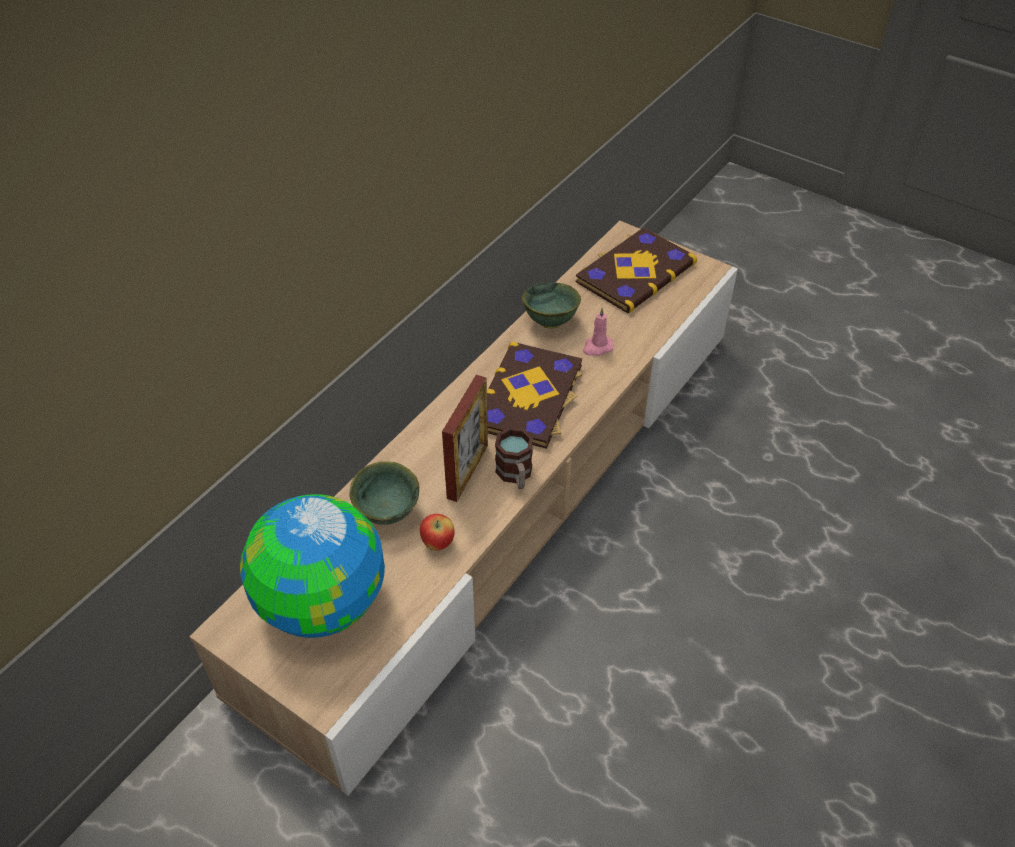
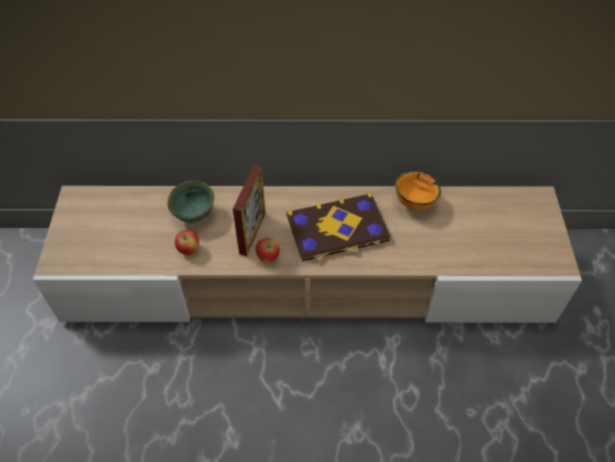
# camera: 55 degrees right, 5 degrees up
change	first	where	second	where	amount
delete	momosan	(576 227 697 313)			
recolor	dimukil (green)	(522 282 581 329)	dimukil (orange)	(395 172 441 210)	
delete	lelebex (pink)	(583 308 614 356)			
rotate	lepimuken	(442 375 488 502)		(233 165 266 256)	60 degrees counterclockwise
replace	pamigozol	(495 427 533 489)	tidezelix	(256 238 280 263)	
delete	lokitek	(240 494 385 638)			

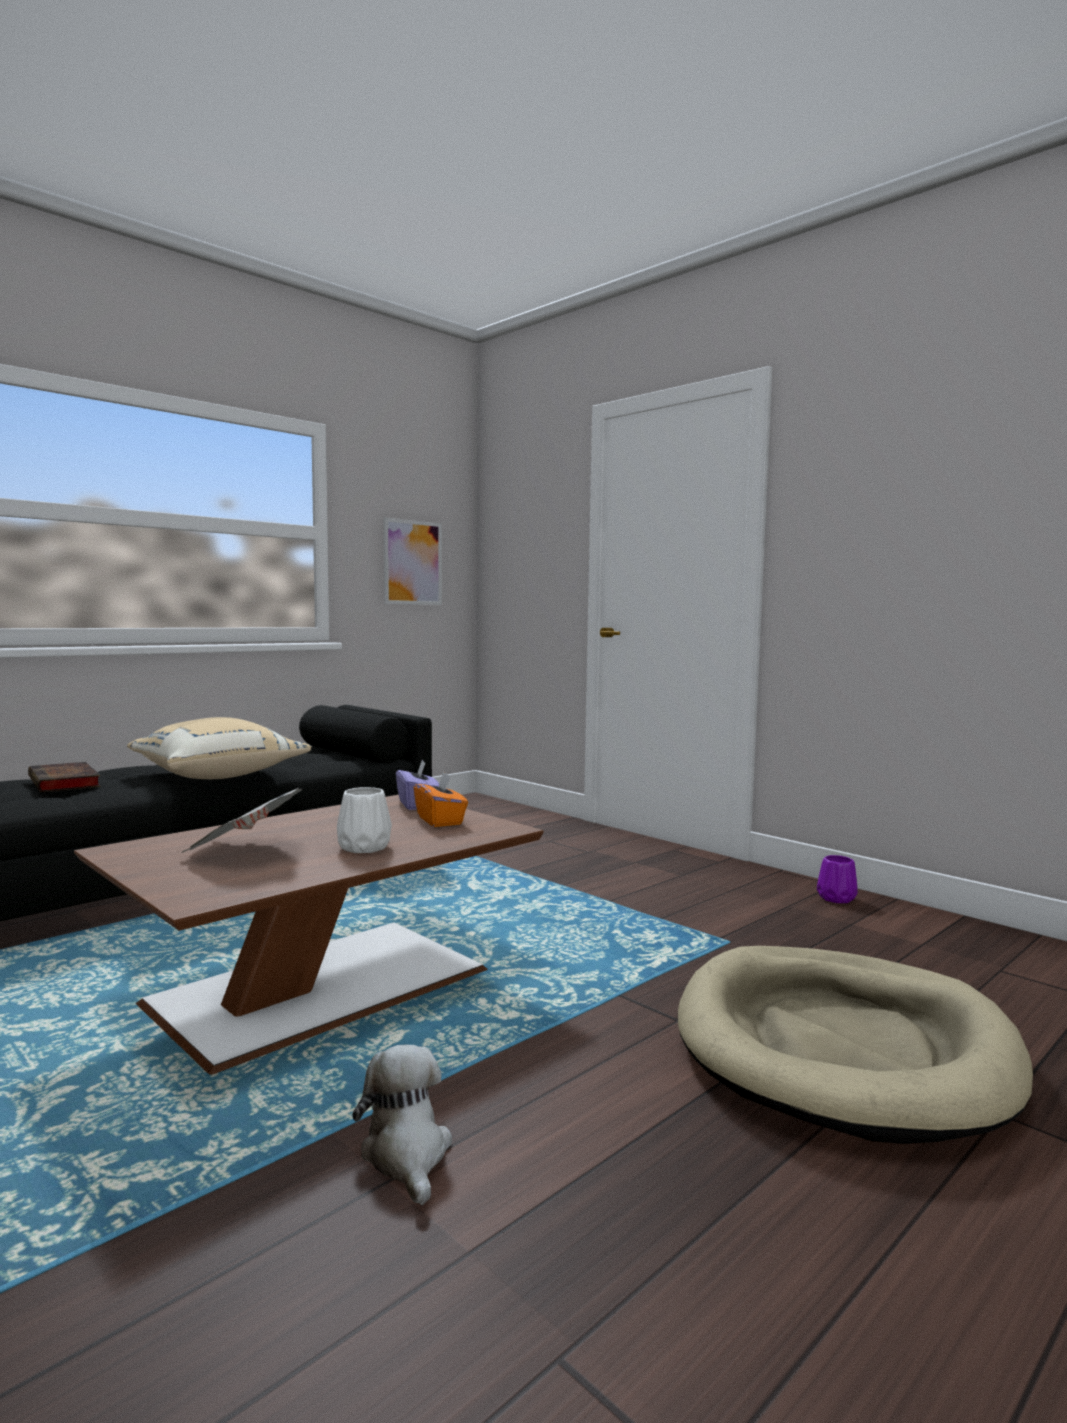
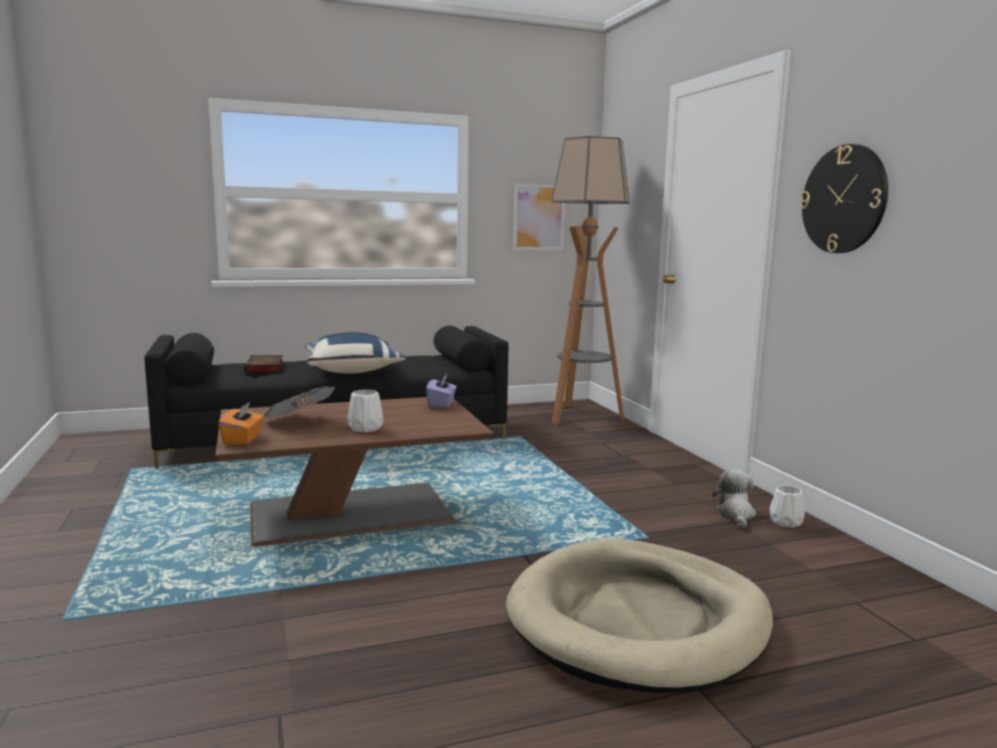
# camera: 25 degrees right, 5 degrees up
change	first	where	second	where	amount
recolor	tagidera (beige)	(127 717 311 779)	tagidera (blue)	(305 332 406 374)	
move	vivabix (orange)	(414 771 468 827)		(218 401 264 445)	
recolor	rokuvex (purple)	(817 855 858 903)	rokuvex (white)	(770 486 805 528)	
move	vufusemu	(352 1045 452 1205)		(712 470 756 528)	
insert			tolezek	(551 136 630 425)	
insert			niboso	(800 144 888 253)	

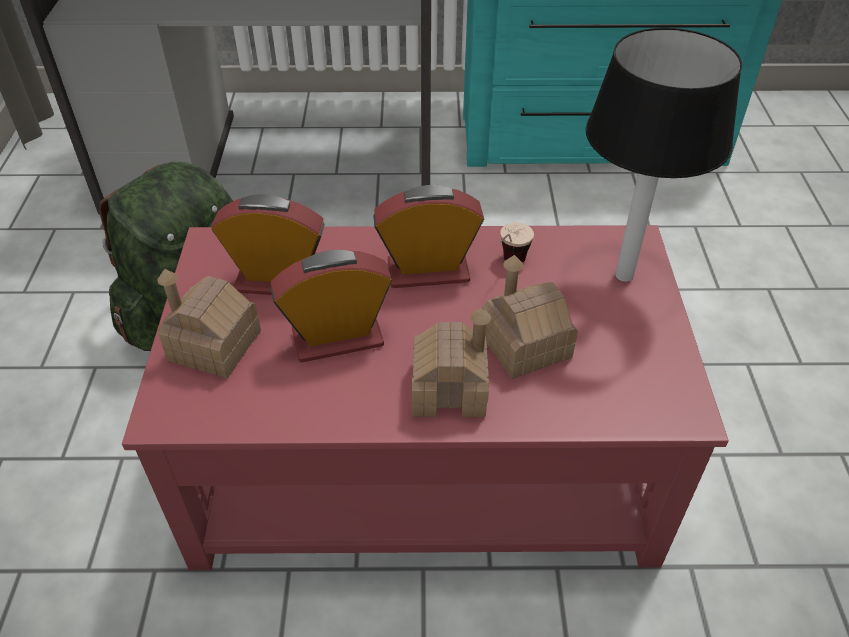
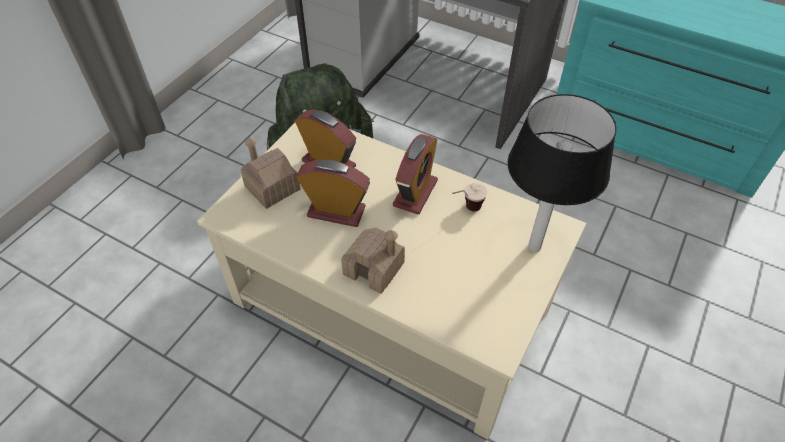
# camera: 30 degrees right, 5 degrees up
change	first	where	second	where	amount
rotate	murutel	(373 185 484 288)		(393 134 438 214)	90 degrees clockwise
recolor	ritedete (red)	(122 225 729 570)	ritedete (beige)	(197 123 586 440)	
delete	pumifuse	(482 255 578 379)			

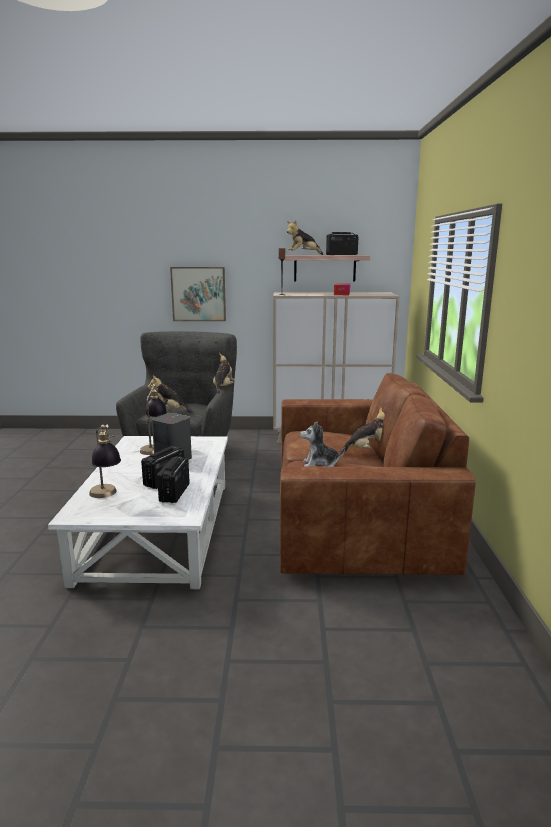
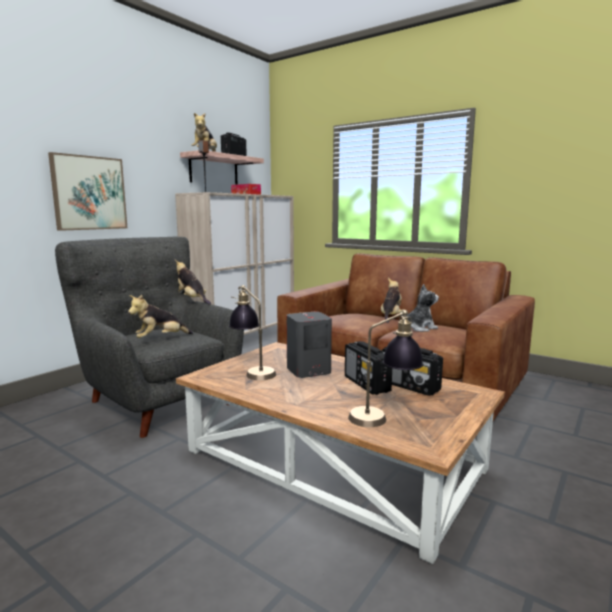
# camera: 55 degrees left, 5 degrees down
change	first	where	second	where	amount
rotate	vufusemu	(300 421 345 467)		(402 284 439 332)	150 degrees counterclockwise
recolor	ritedete (white)	(48 436 228 589)	ritedete (brown)	(176 342 505 564)	

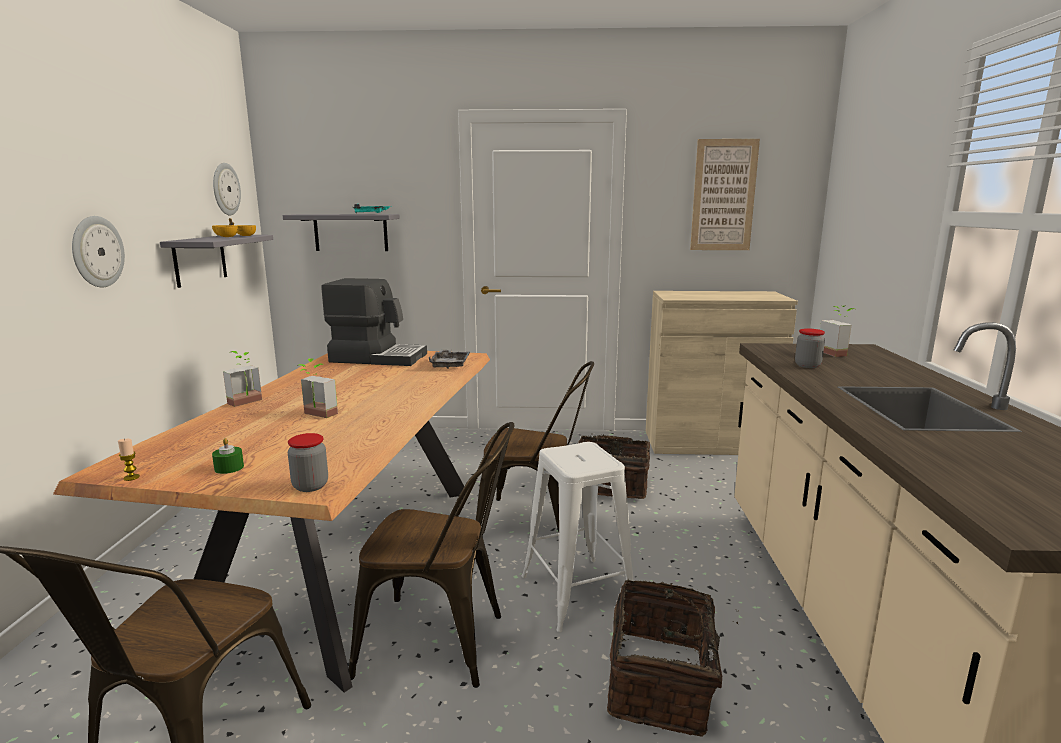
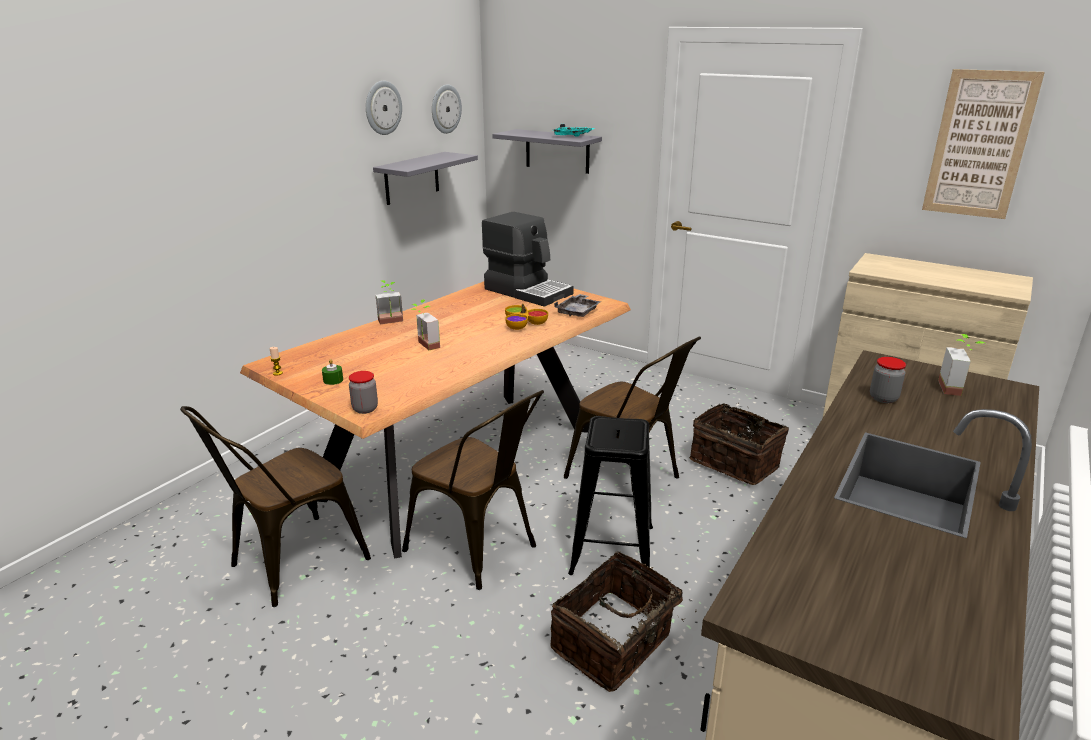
# camera: 30 degrees right, 10 degrees up
change	first	where	second	where	amount
move	niboso	(72 216 125 287)		(366 81 402 135)	
move	dimukil	(212 218 256 237)		(505 304 548 330)	
recolor	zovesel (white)	(522 442 634 632)	zovesel (black)	(568 416 653 575)	

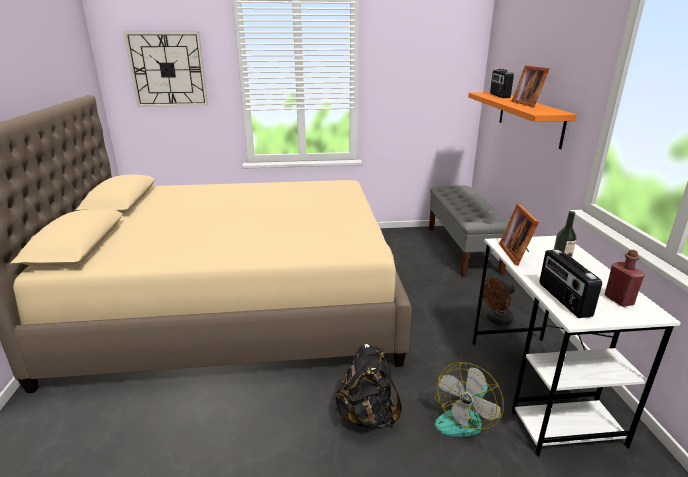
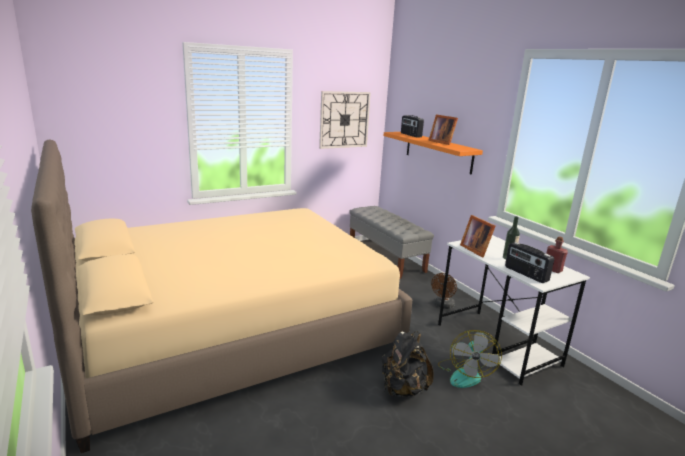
# camera: 25 degrees left, 5 degrees down
change	first	where	second	where	amount
move	niboso	(124 32 208 107)		(319 91 371 149)	

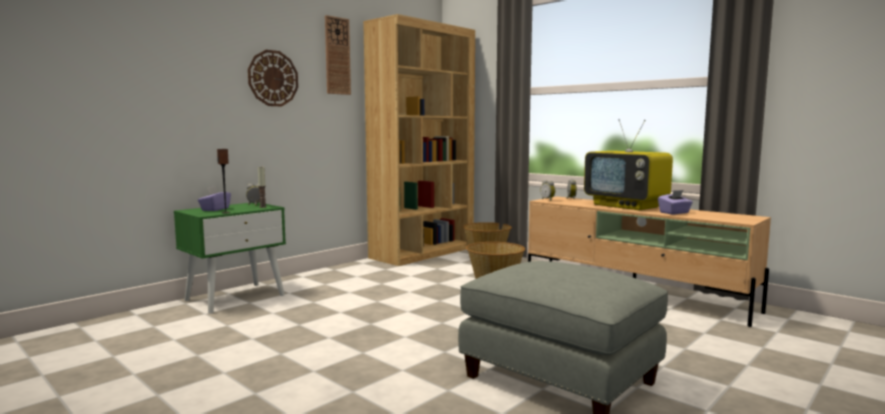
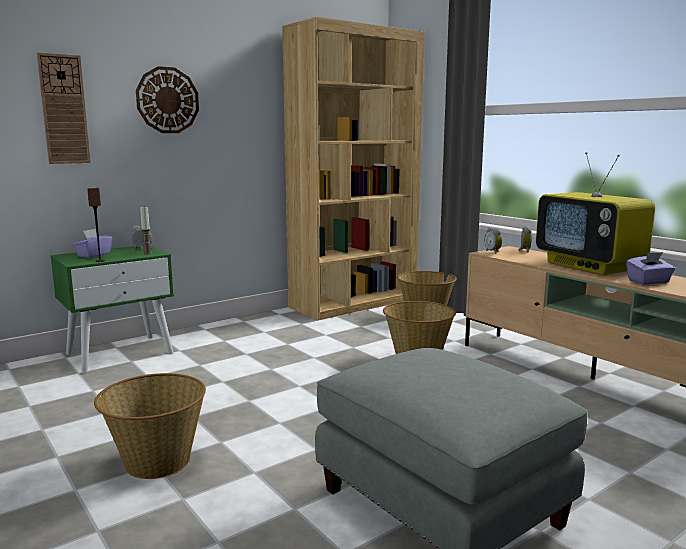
# camera: 10 degrees right, 5 degrees up
change	first	where	second	where	amount
move	niboso	(325 15 351 95)		(37 52 91 164)	
insert			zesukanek	(94 373 206 479)	

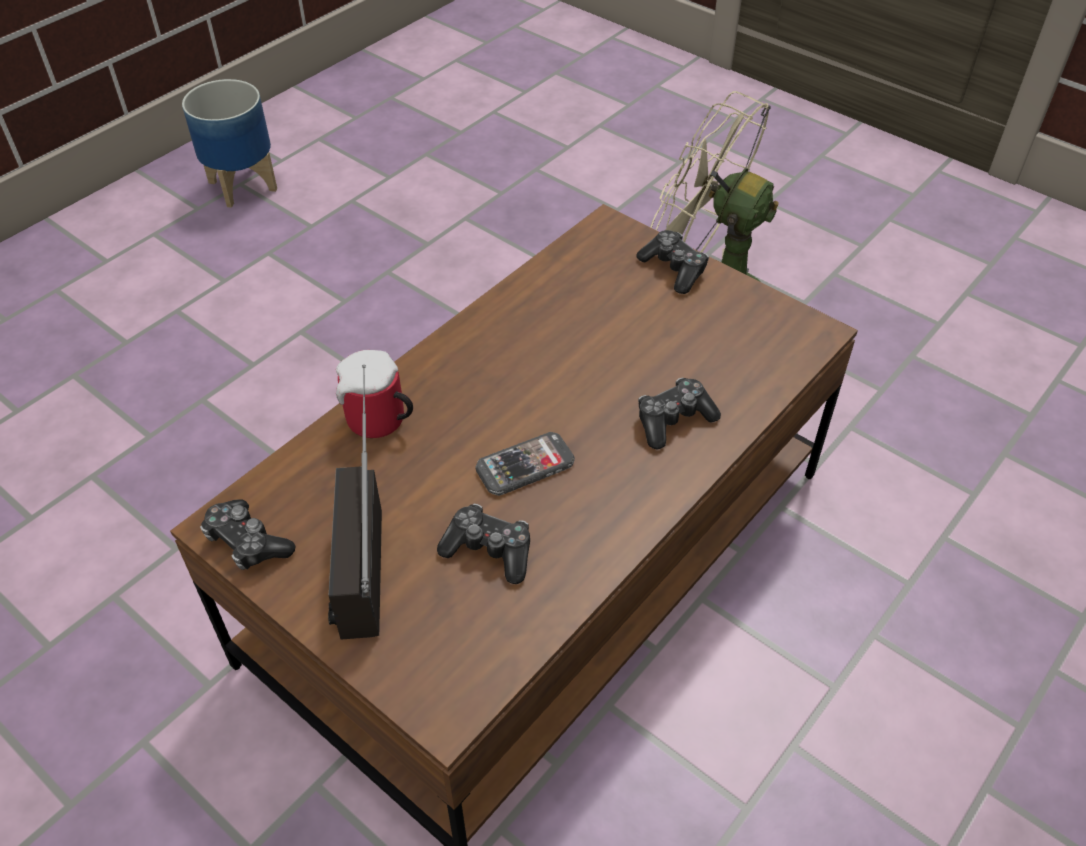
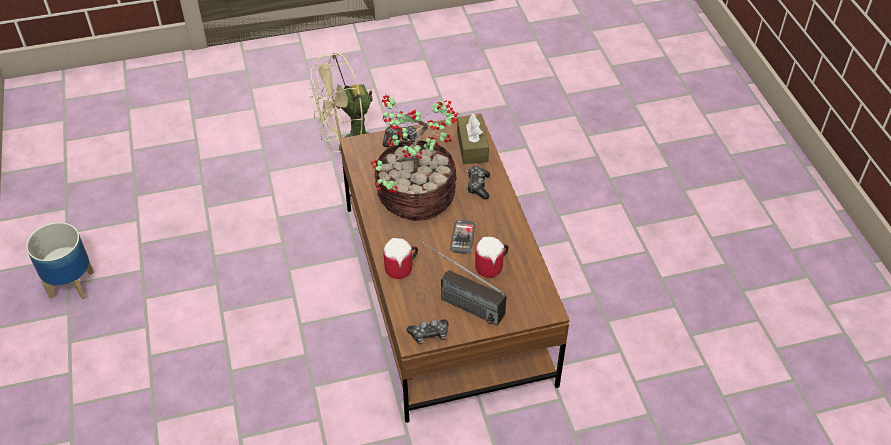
# camera: 55 degrees left, 0 degrees up
change	first	where	second	where	amount
replace	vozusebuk	(437 504 530 584)	pamigozol	(475 237 509 278)	
insert			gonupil	(370 95 459 221)	
insert			vivabix (brown)	(457 113 489 164)	

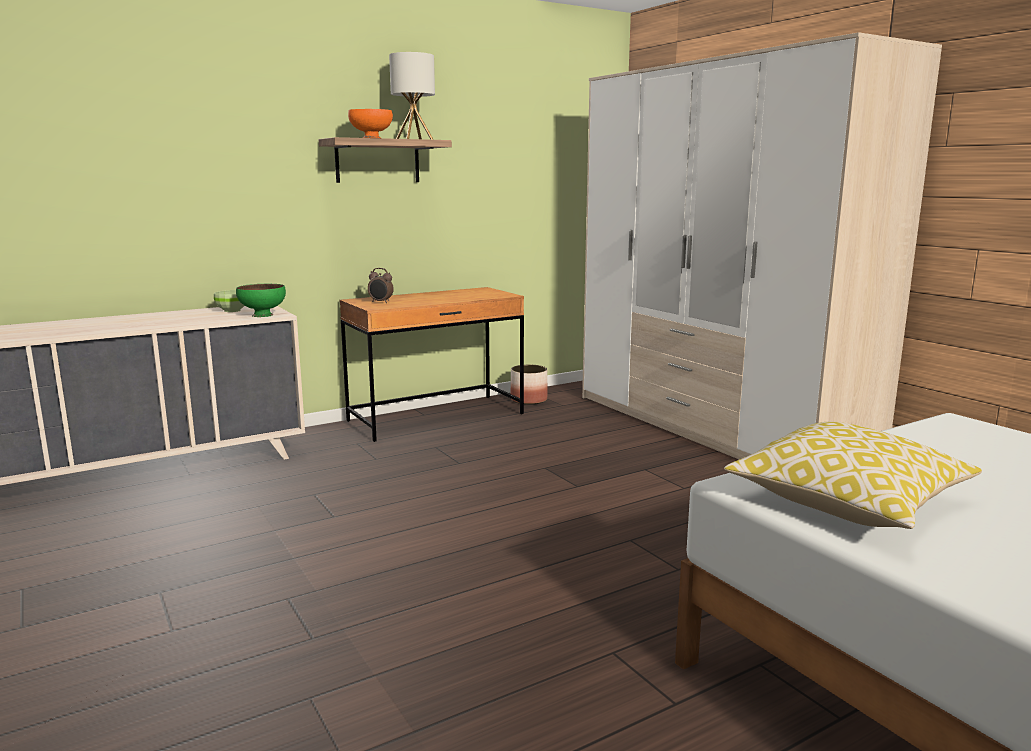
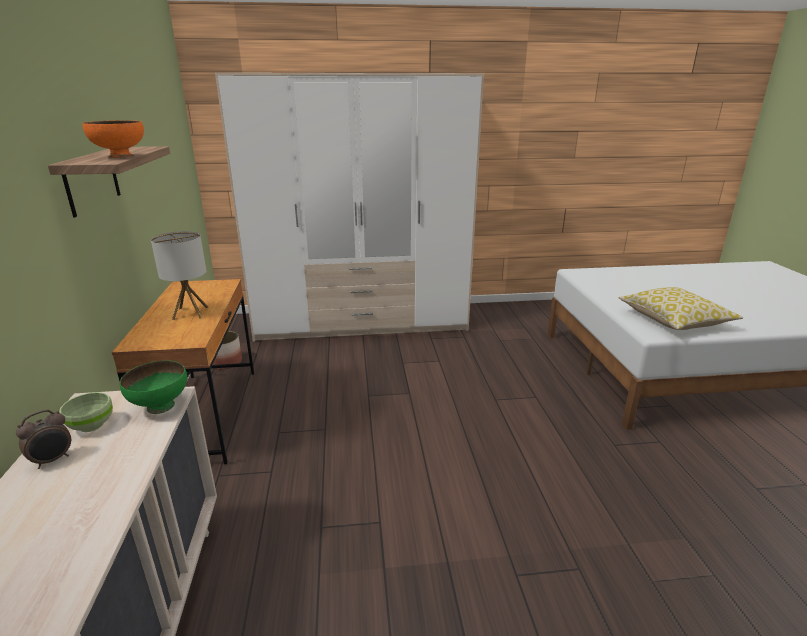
# camera: 65 degrees left, 10 degrees up
change	first	where	second	where	amount
move	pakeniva	(389 52 435 140)		(151 231 208 320)	
move	murutel	(368 268 394 303)		(16 409 71 469)	

